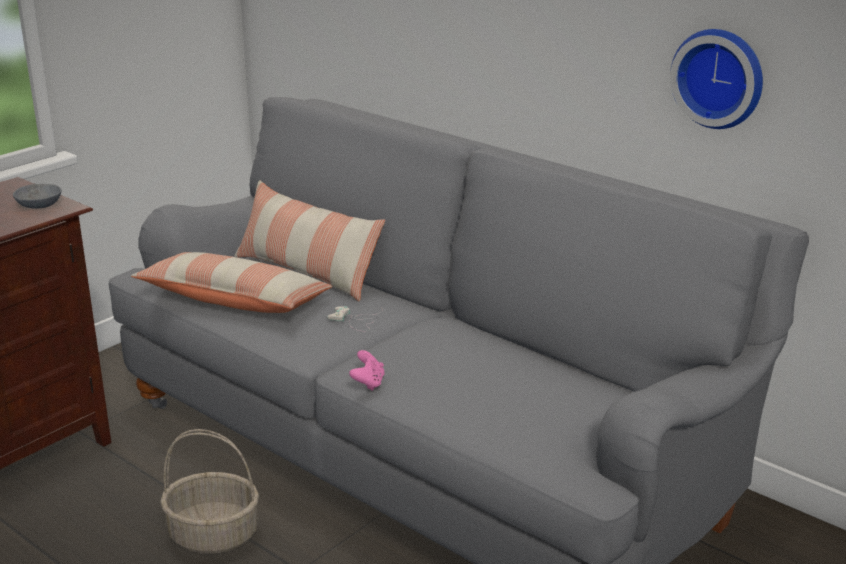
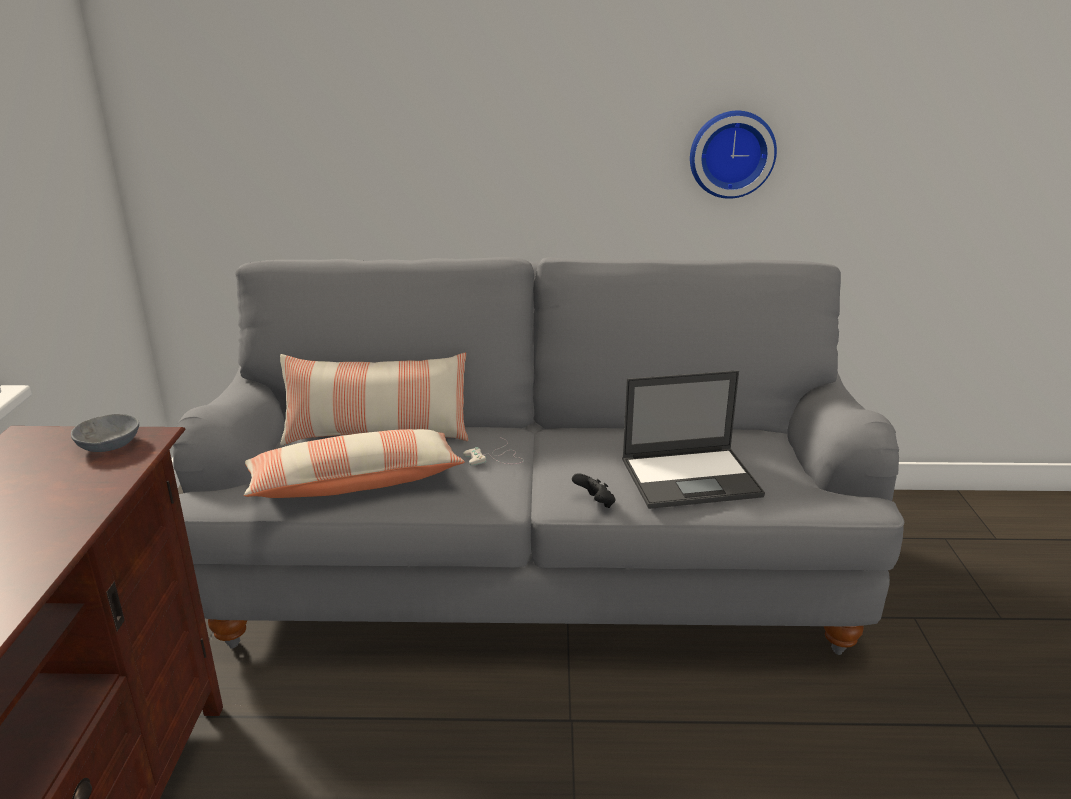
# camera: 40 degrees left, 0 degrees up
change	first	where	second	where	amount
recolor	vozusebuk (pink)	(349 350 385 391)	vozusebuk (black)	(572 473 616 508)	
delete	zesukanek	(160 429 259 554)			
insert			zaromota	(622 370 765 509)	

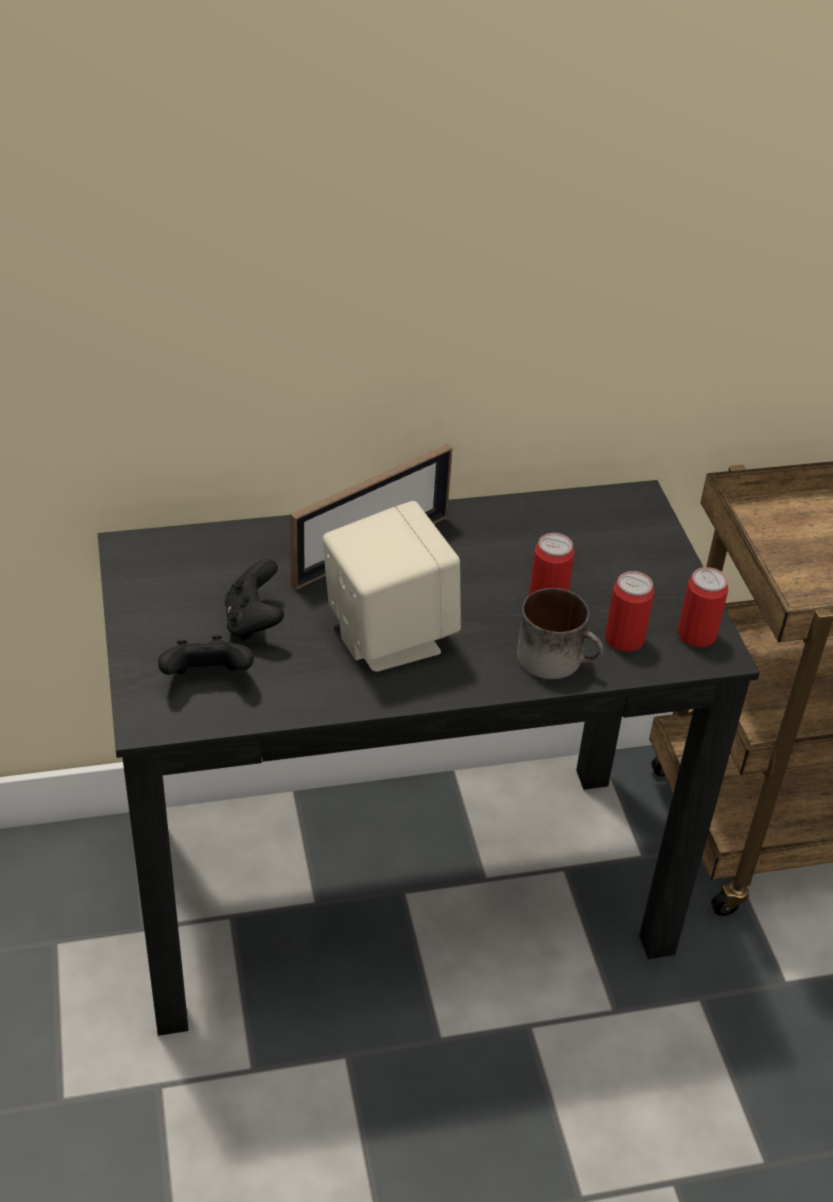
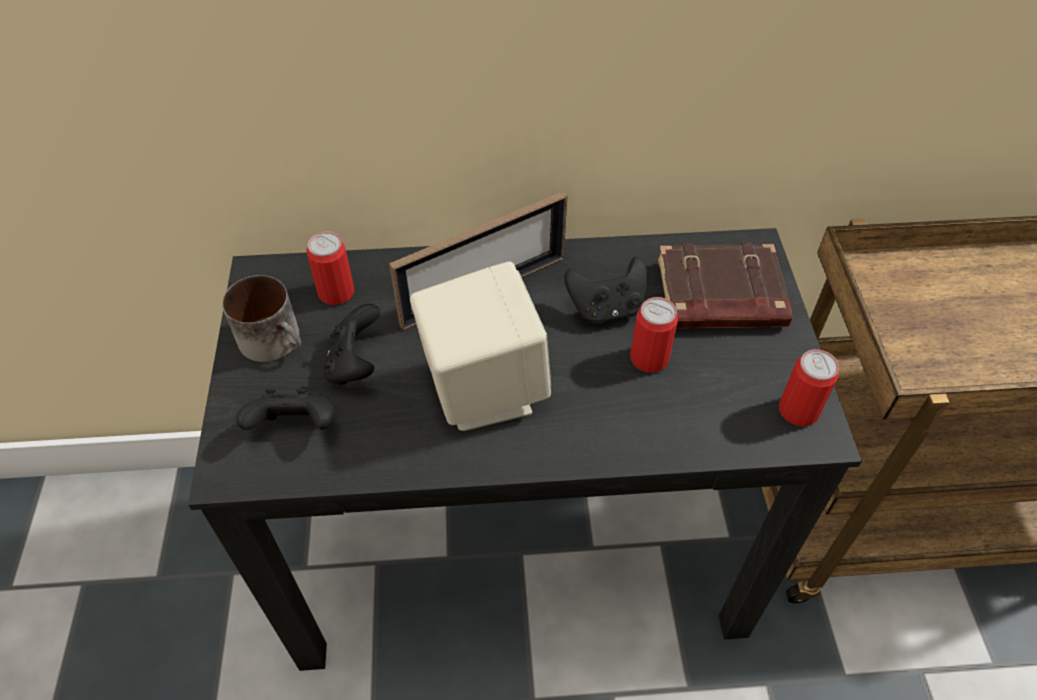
# camera: 10 degrees right, 10 degrees up
change	first	where	second	where	amount
move	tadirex	(605 571 654 652)		(307 231 355 305)	
move	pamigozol	(517 588 604 679)		(222 275 301 362)	
insert			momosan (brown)	(658 242 792 329)	
insert			vozusebuk (black)	(564 257 647 324)	

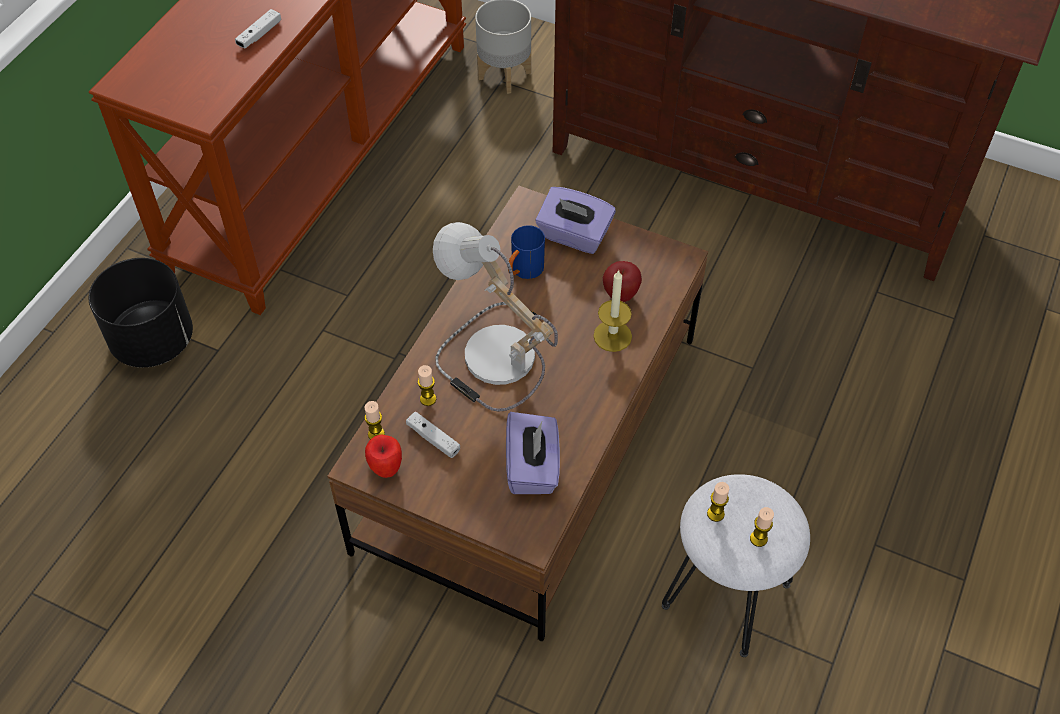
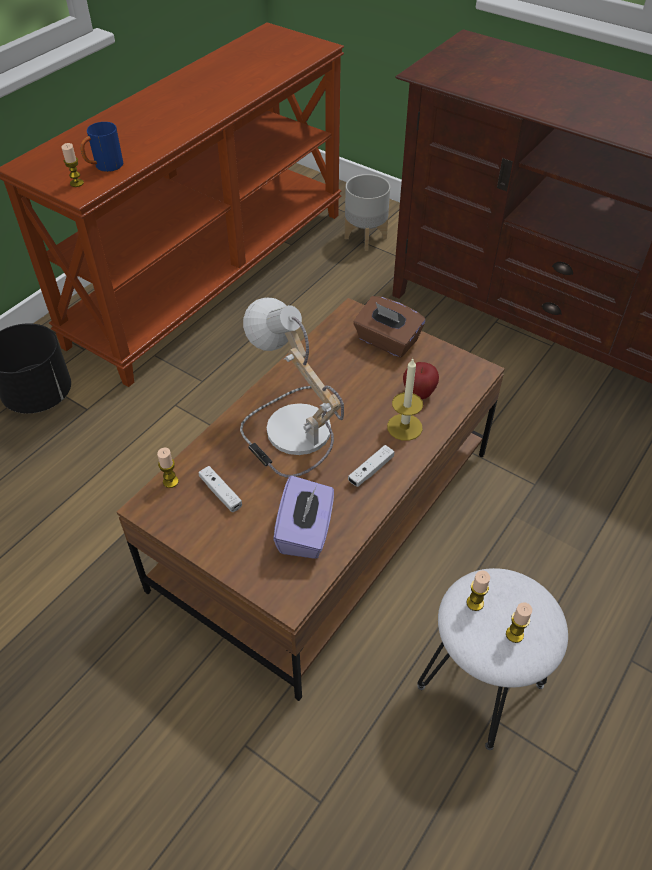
# camera: 10 degrees right, 5 degrees down
change	first	where	second	where	amount
move	vozusebuk (white)	(235 9 281 48)		(348 445 394 487)	
recolor	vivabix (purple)	(536 187 616 254)	vivabix (brown)	(353 296 425 358)	
move	pamigozol (blue)	(508 225 545 279)		(80 122 123 172)	
move	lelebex	(418 365 436 406)		(61 143 84 187)	
delete	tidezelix	(365 434 402 478)			

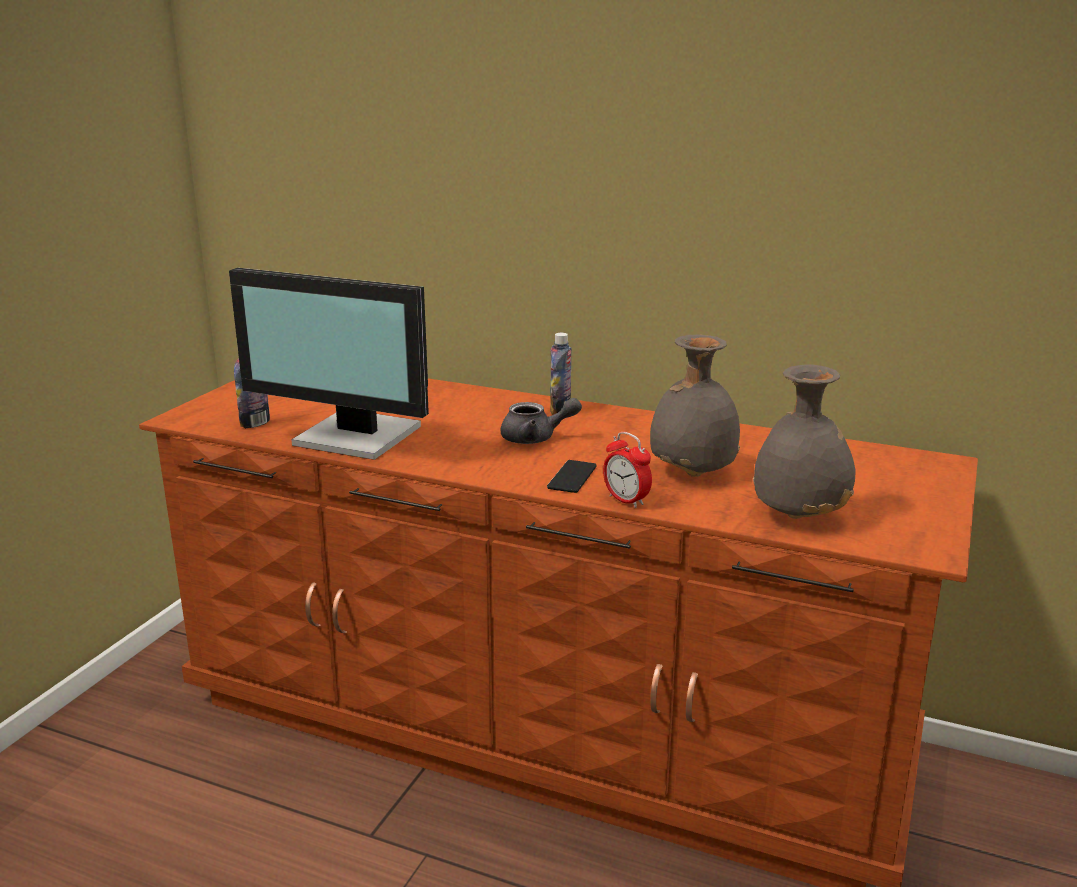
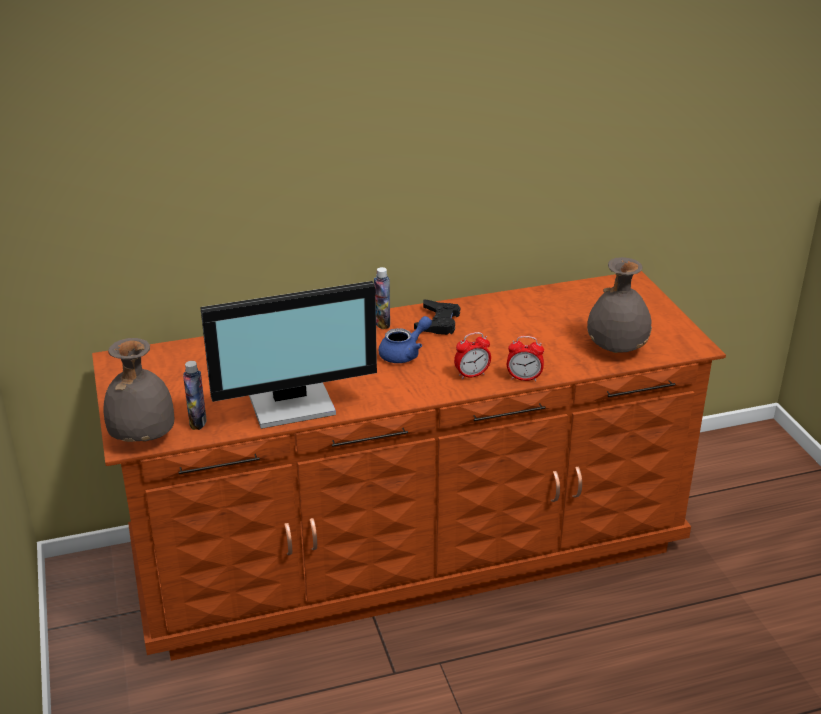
# camera: 40 degrees left, 10 degrees up
change	first	where	second	where	amount
move	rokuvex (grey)	(650 335 740 477)		(103 338 174 442)	
recolor	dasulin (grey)	(500 398 582 444)	dasulin (blue)	(379 316 432 363)	
replace	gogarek	(547 460 597 493)	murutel	(454 332 491 379)	
insert			vozusebuk (black)	(414 299 460 335)	

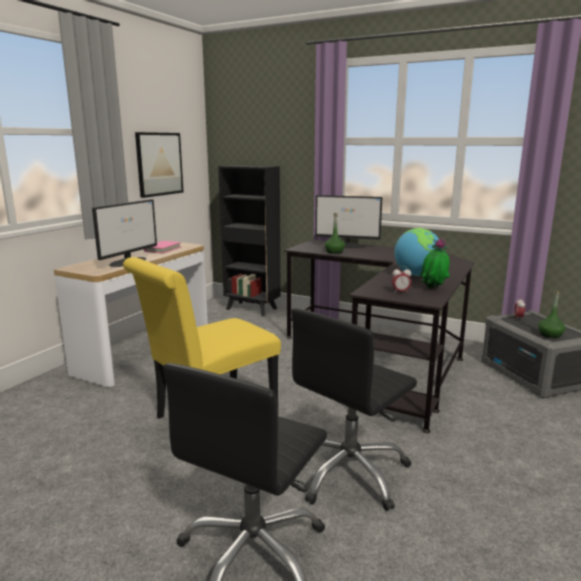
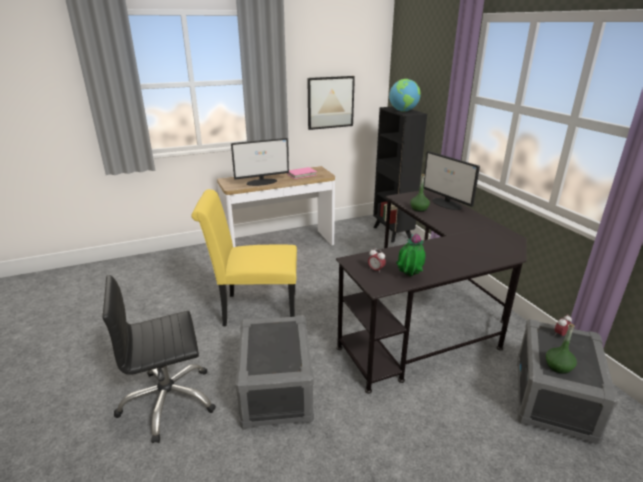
# camera: 40 degrees right, 10 degrees up
change	first	where	second	where	amount
move	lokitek	(394 228 439 276)		(389 79 421 112)	
replace	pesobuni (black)	(291 308 417 511)	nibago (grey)	(235 315 314 429)	

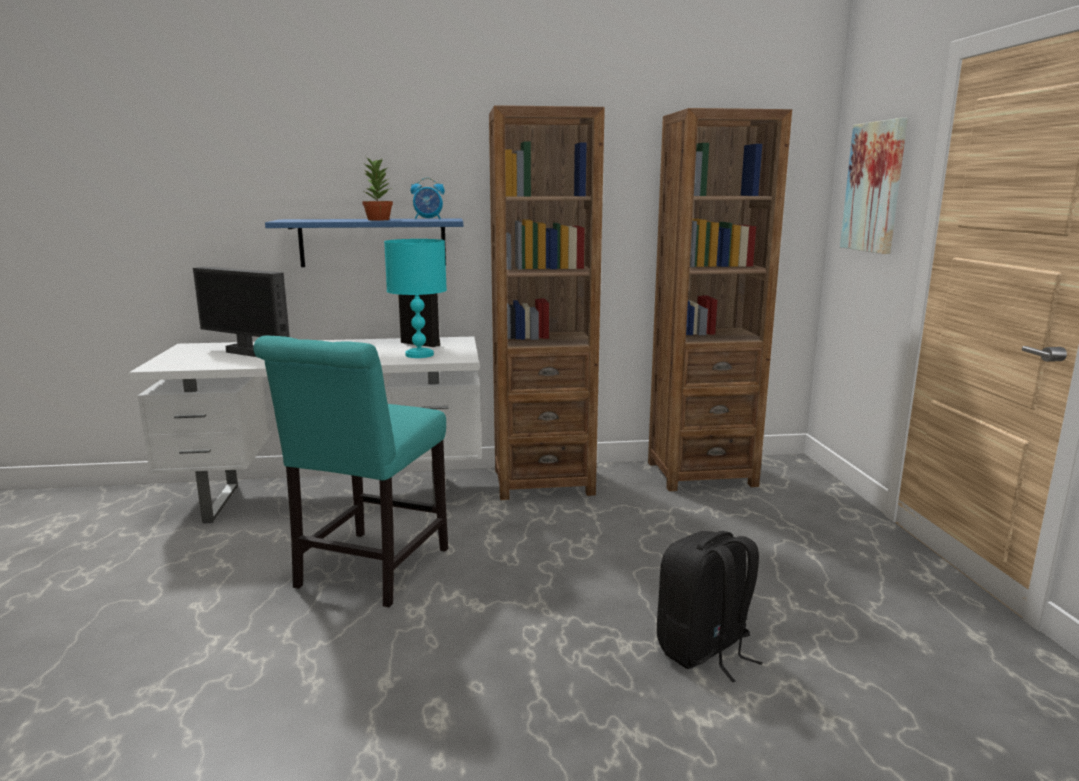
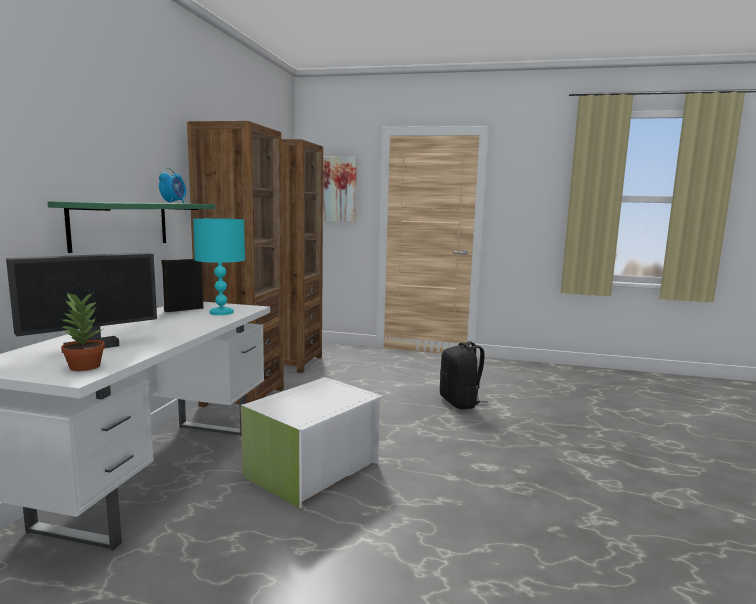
# camera: 70 degrees left, 5 degrees down
change	first	where	second	where	amount
move	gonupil	(362 157 393 220)		(60 292 105 371)	
recolor	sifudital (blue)	(265 218 463 267)	sifudital (green)	(47 201 215 253)	
replace	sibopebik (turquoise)	(253 336 448 607)	nibago (white)	(241 377 383 509)	

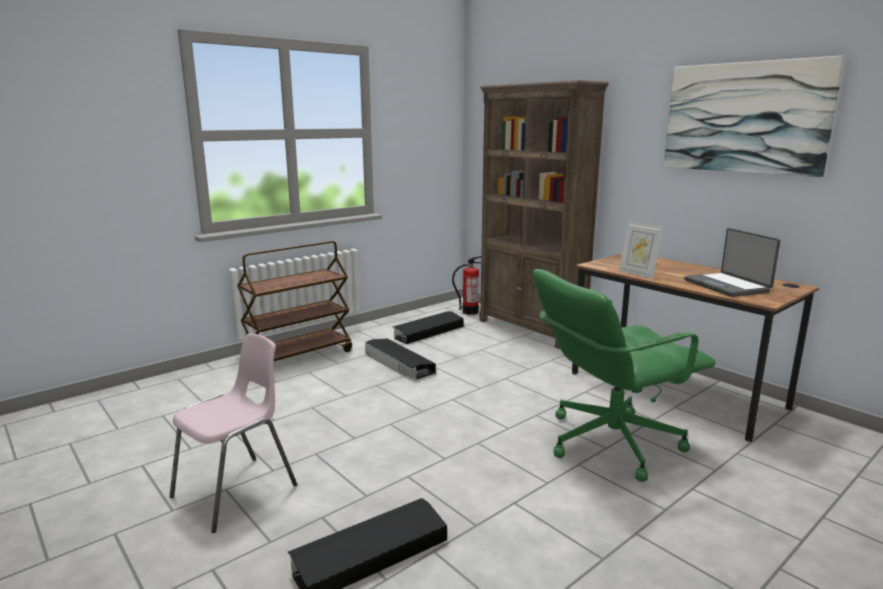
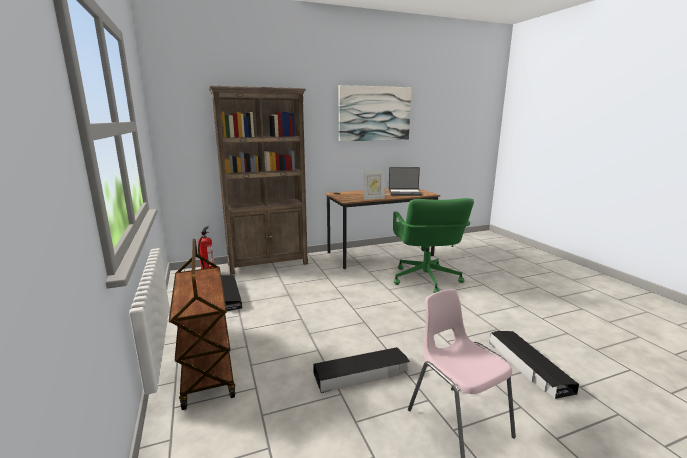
# camera: 70 degrees left, 0 degrees up
change	first	where	second	where	amount
move	nibago (black)	(365 339 436 380)		(313 347 410 393)	

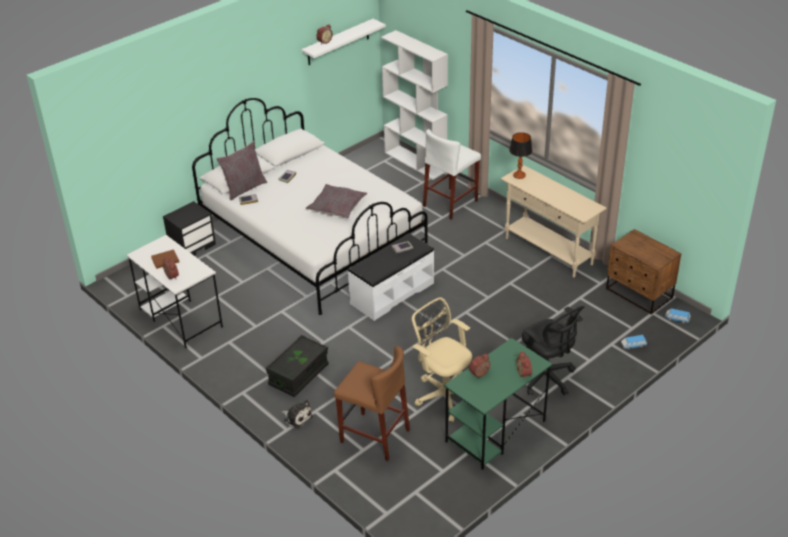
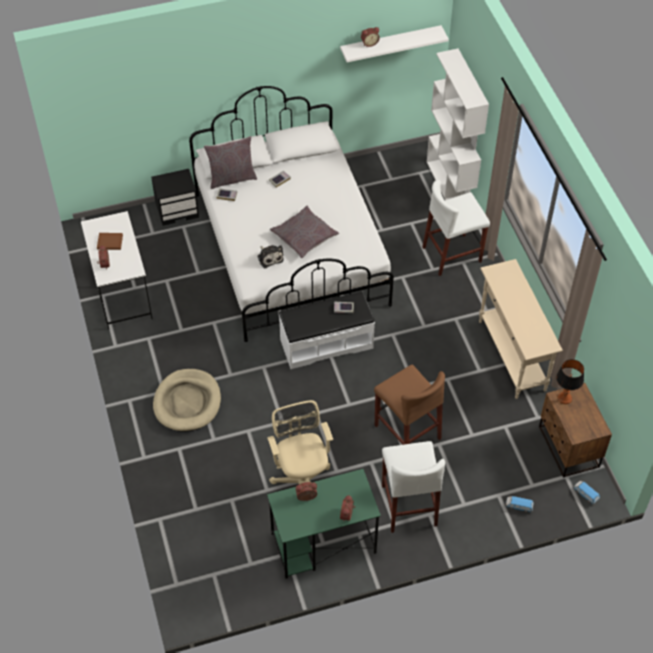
# camera: 25 degrees right, 15 degrees up
change	first	where	second	where	amount
move	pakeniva	(509 132 533 179)		(556 359 584 404)	
replace	pesobuni (black)	(522 306 584 395)	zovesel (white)	(382 441 445 533)	
replace	nibago (black)	(266 335 329 397)	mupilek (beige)	(153 369 221 432)	
move	zovesel (brown)	(334 346 410 461)		(374 365 445 445)	
move	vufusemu	(282 400 313 429)		(257 245 284 268)	

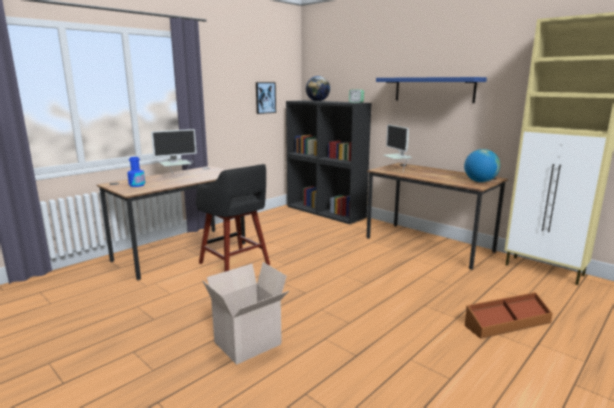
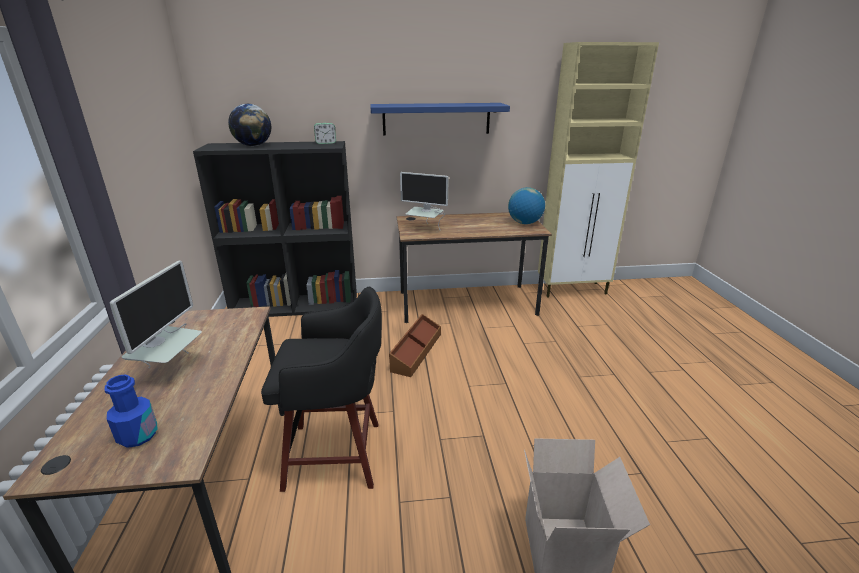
# camera: 50 degrees left, 10 degrees up
change	first	where	second	where	amount
delete	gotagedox	(256 82 276 114)			
move	nibago (brown)	(465 292 553 339)		(389 314 441 377)	

